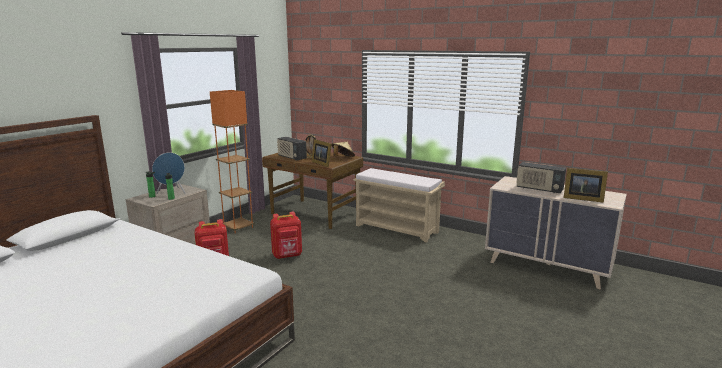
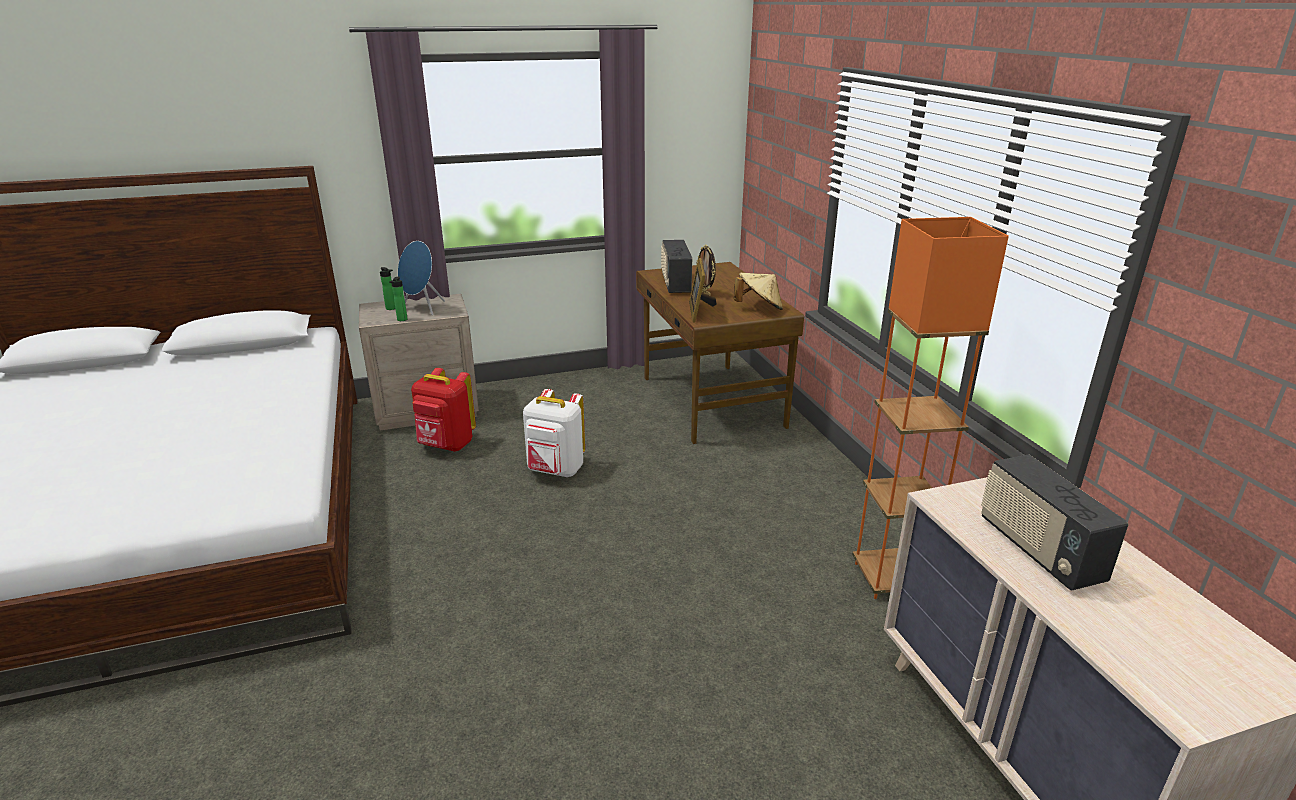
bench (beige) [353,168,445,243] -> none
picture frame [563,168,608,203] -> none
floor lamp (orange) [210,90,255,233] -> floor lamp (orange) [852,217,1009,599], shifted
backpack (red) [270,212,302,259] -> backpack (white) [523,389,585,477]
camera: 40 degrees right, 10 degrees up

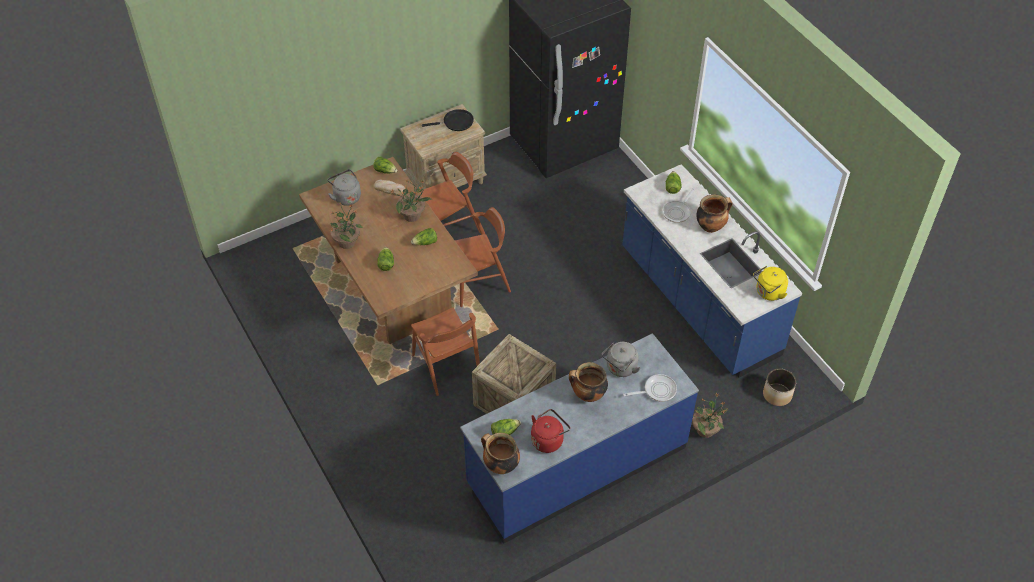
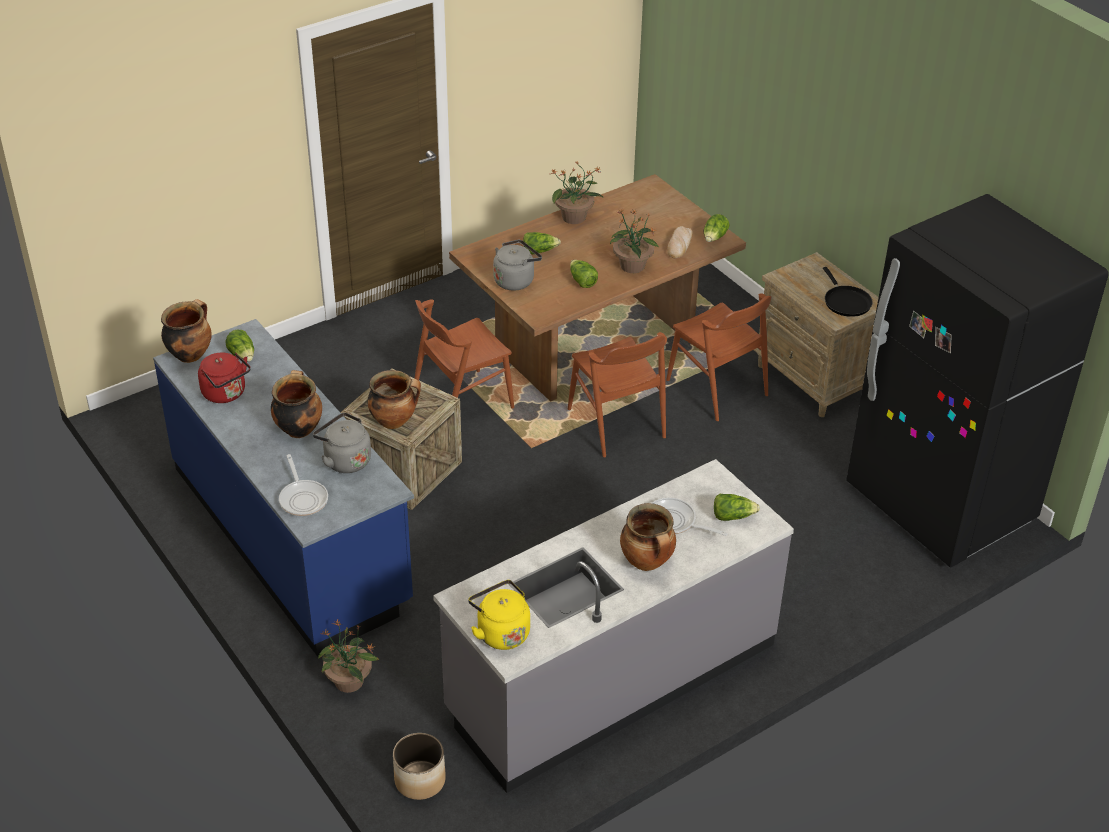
none -> cooking pot [367,370,421,429]
kettle (grey) [327,169,361,206] -> kettle (grey) [493,240,542,291], shifted
counter (blue) [622,164,802,378] -> counter (grey) [433,459,794,793]
camera: 85 degrees right, 10 degrees down

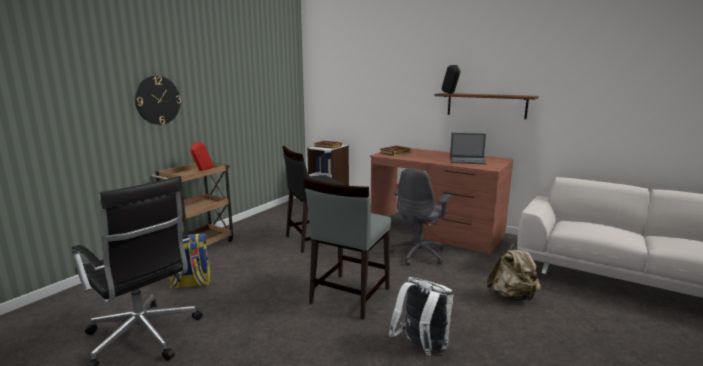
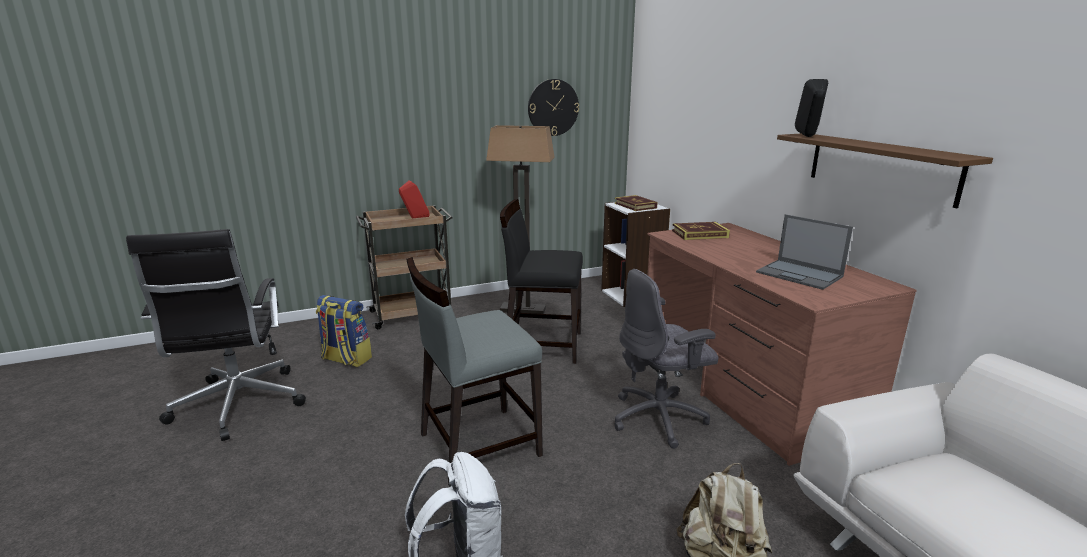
none -> floor lamp [486,125,555,314]
wall clock [135,76,181,125] -> wall clock [528,79,579,136], shifted
camera: 35 degrees right, 5 degrees up

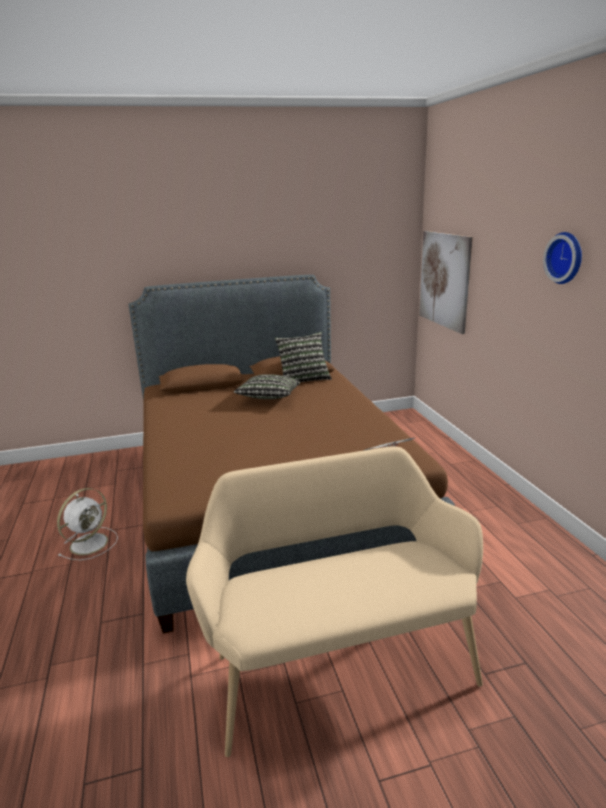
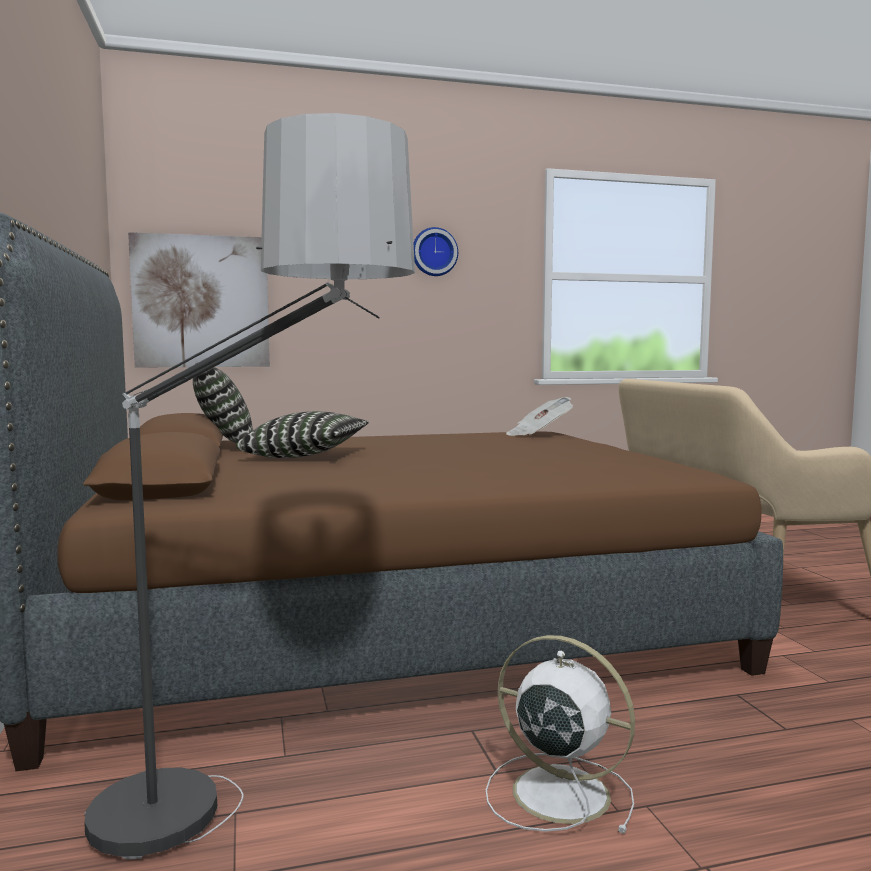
none -> floor lamp [84,113,415,859]
camera: 90 degrees left, 15 degrees down

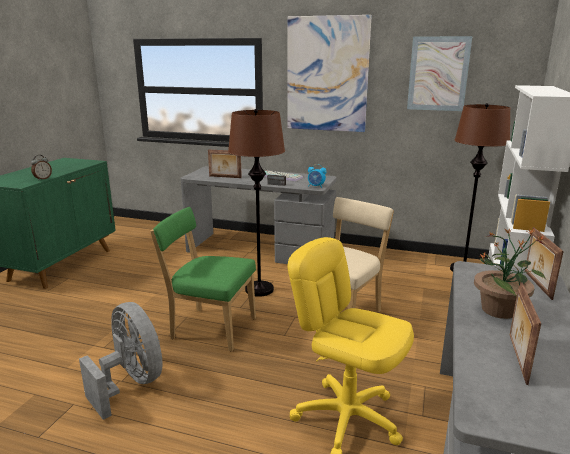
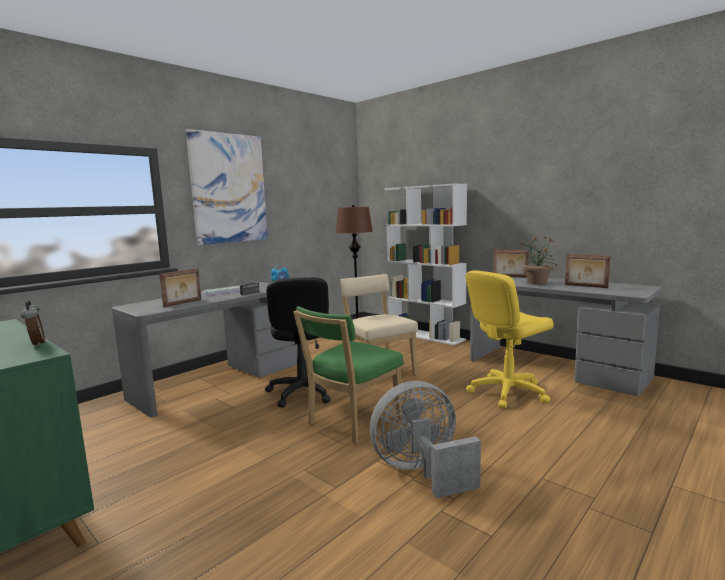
picture [407,36,472,111] -> none
floor lamp (brown) [228,109,285,297] -> office chair (black) [265,277,331,408]
camera: 65 degrees left, 10 degrees down

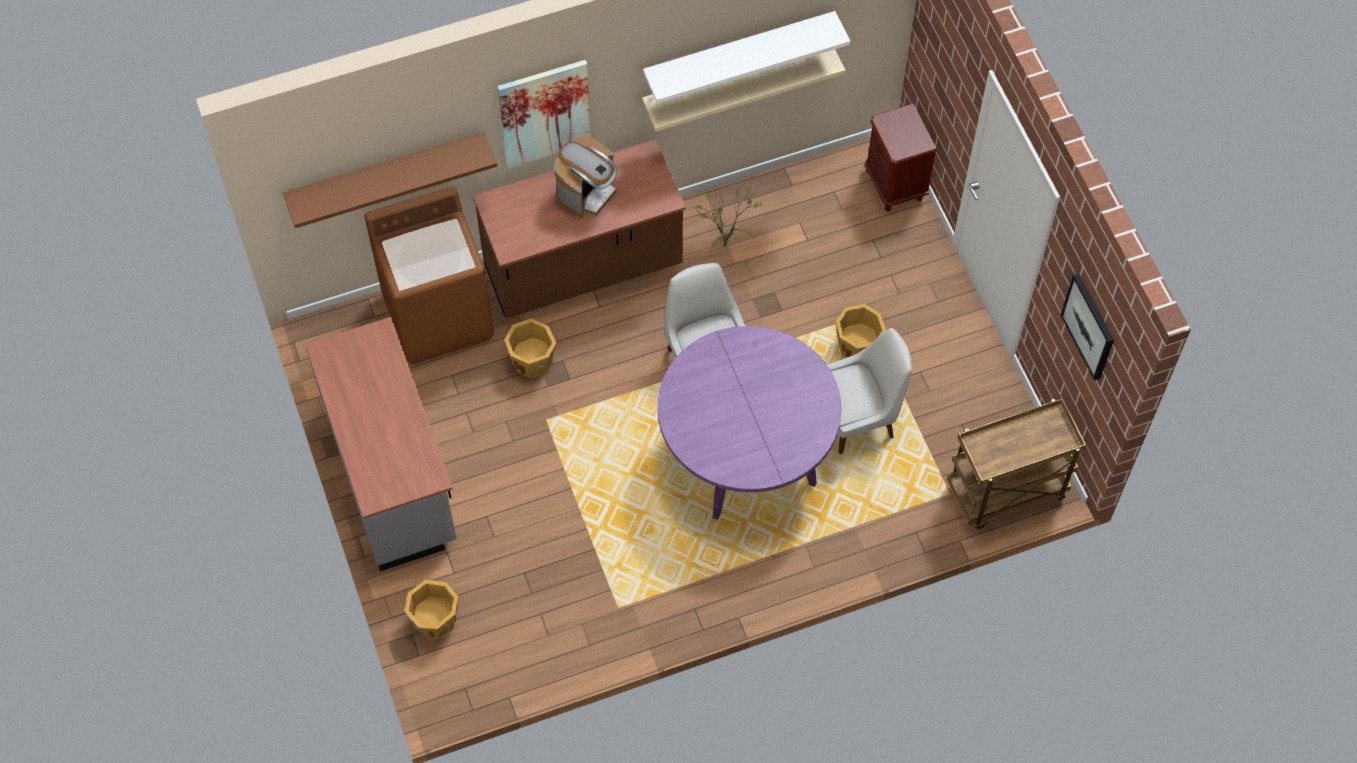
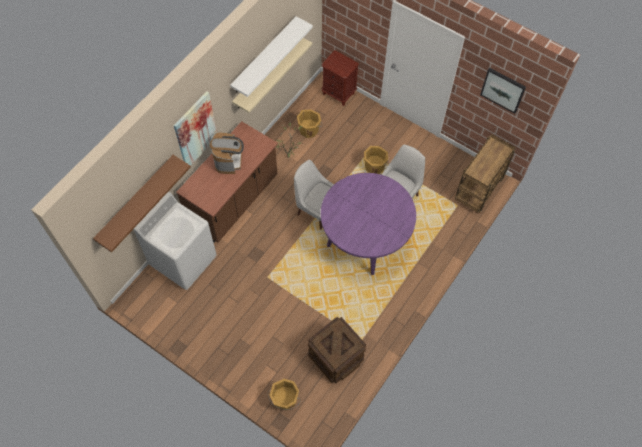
counter (grey) [305,317,457,571] -> none
none -> crate [308,317,366,383]
bucket (orange) [504,318,556,379] -> bucket (orange) [297,109,322,138], shifted
washing machine (brown) [364,186,494,365] -> washing machine (white) [133,192,217,290]
camera: 35 degrees left, 0 degrees up

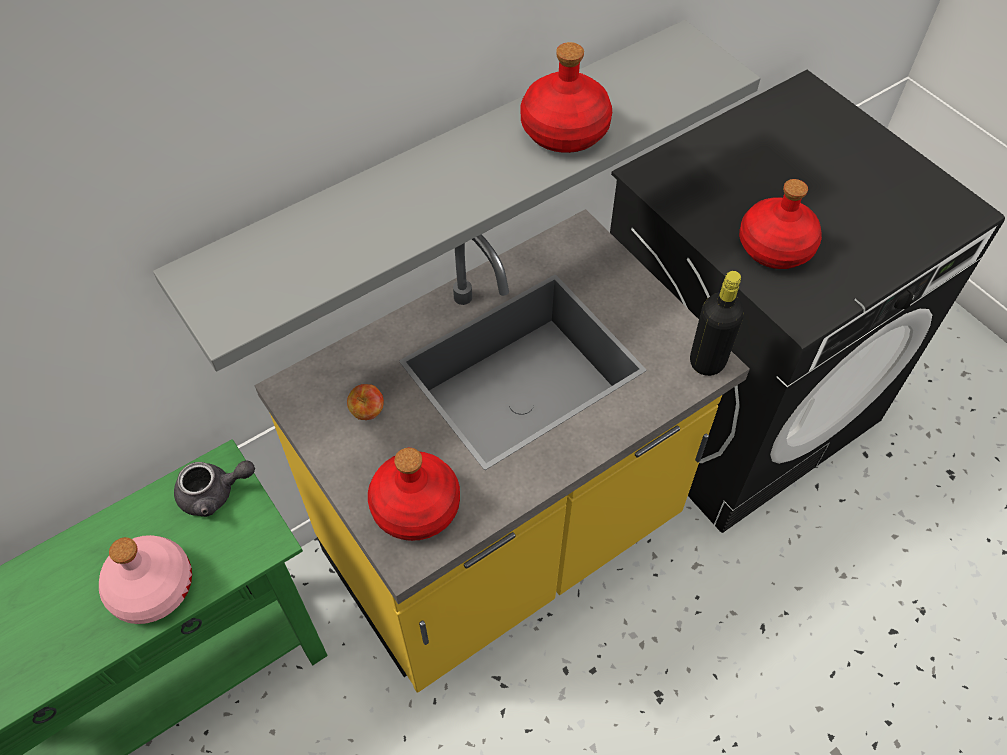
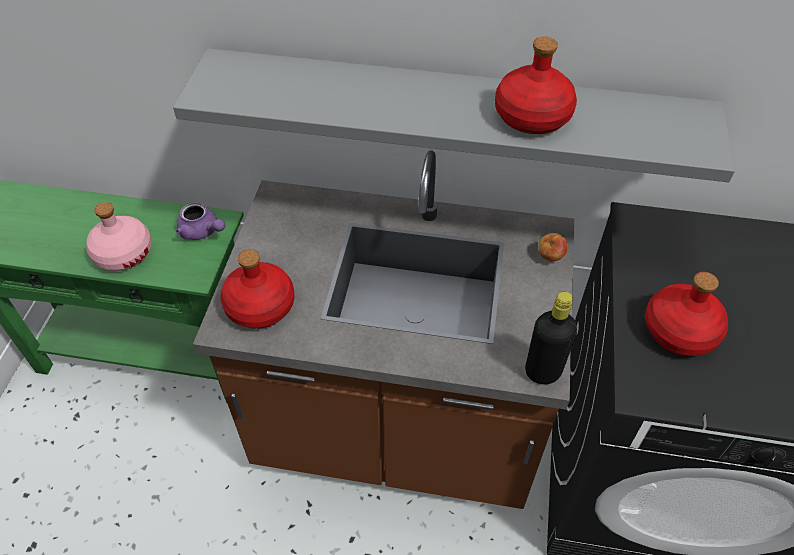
apple [347,384,384,420] -> apple [538,233,567,261], shifted
teapot (grey) [174,460,255,517] -> teapot (purple) [175,202,226,240]
counter (yellow) [254,209,750,693] -> counter (brown) [193,150,575,509]
camera: 45 degrees right, 5 degrees down

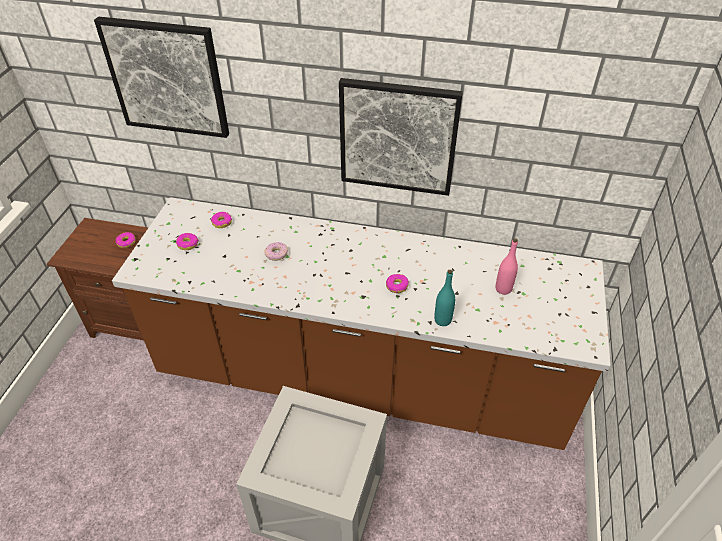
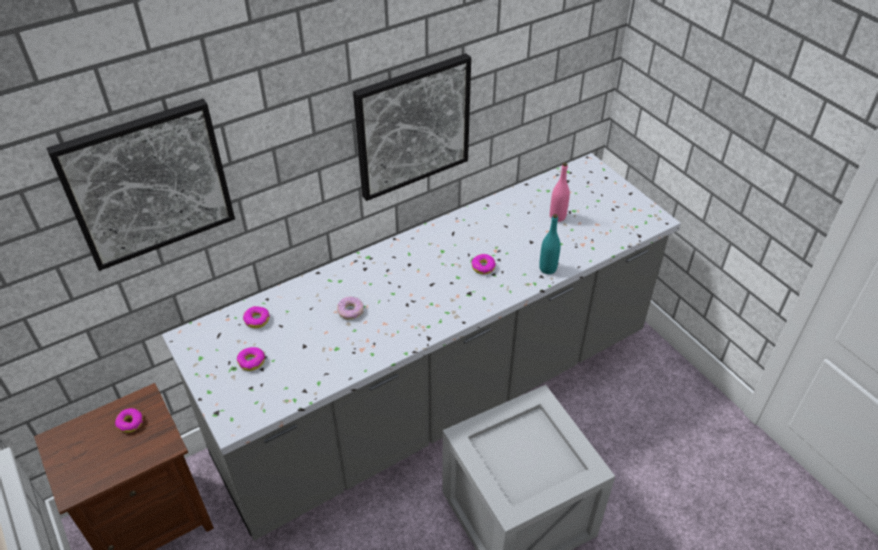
counter (brown) [112,197,611,450] -> counter (grey) [162,153,681,541]
camera: 45 degrees left, 0 degrees up

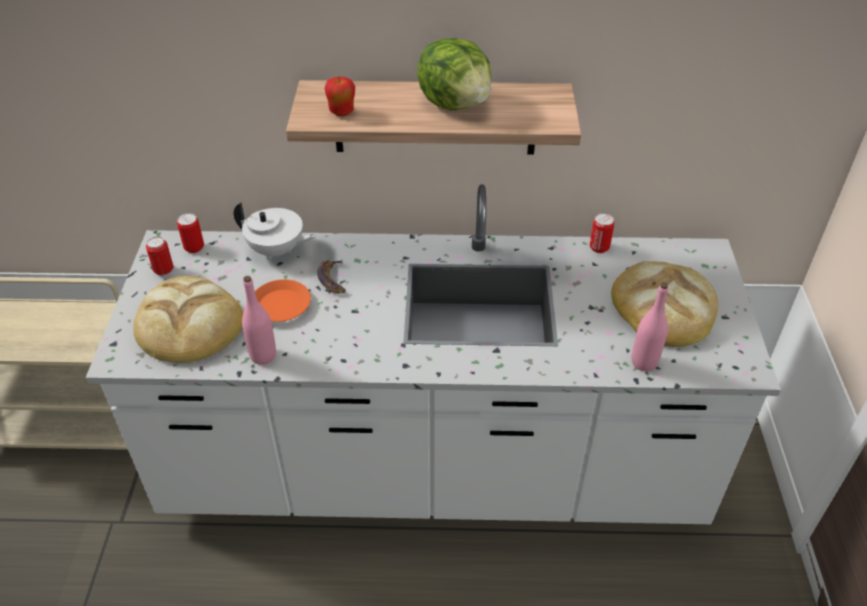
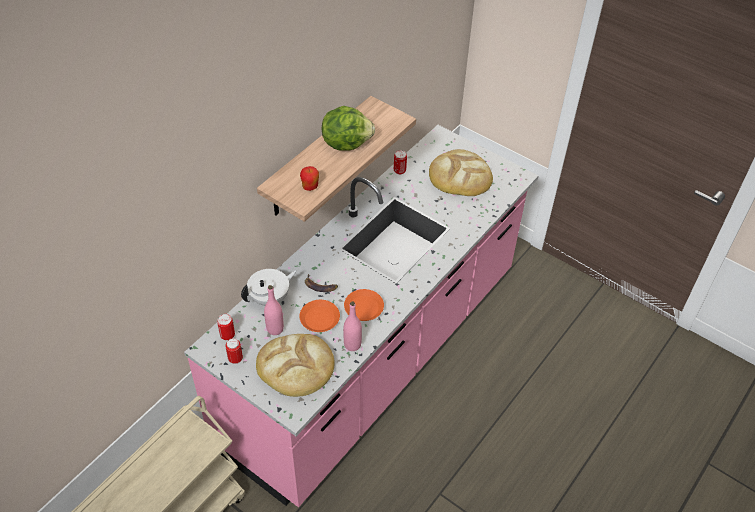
none -> plate (orange) [344,289,384,321]
bottle (pink) [631,282,669,371] -> bottle (pink) [264,285,284,335], shifted
counter (white) [85,184,781,524] -> counter (pink) [184,125,539,507]
camera: 55 degrees left, 5 degrees up

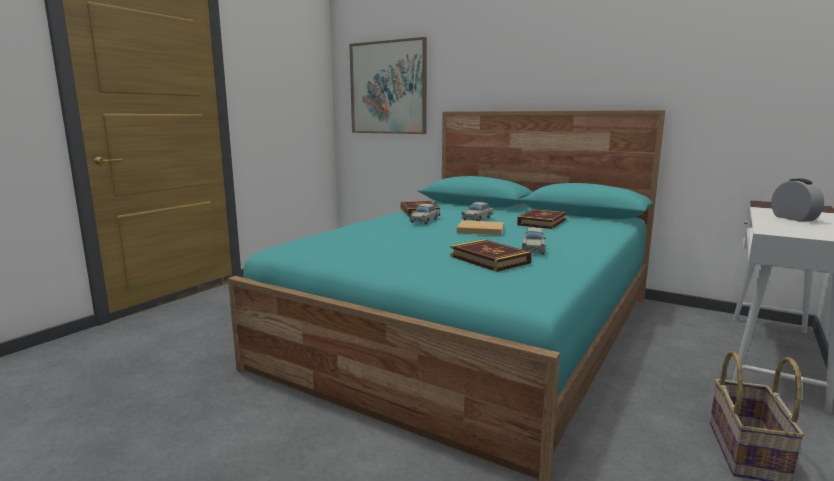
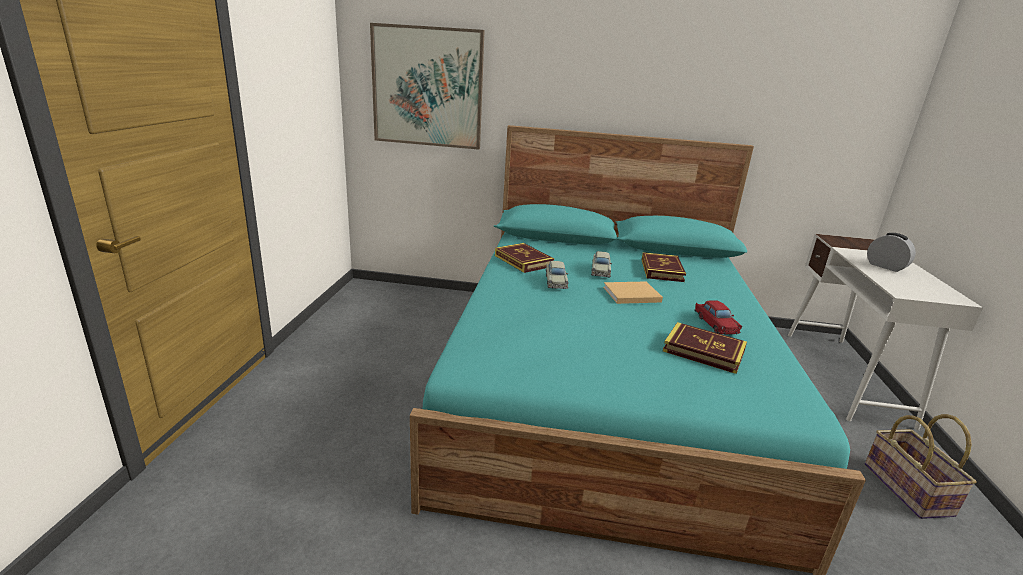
toy car (beige) [522,227,546,254] -> toy car (red) [694,300,742,335]
camera: 25 degrees left, 10 degrees up

